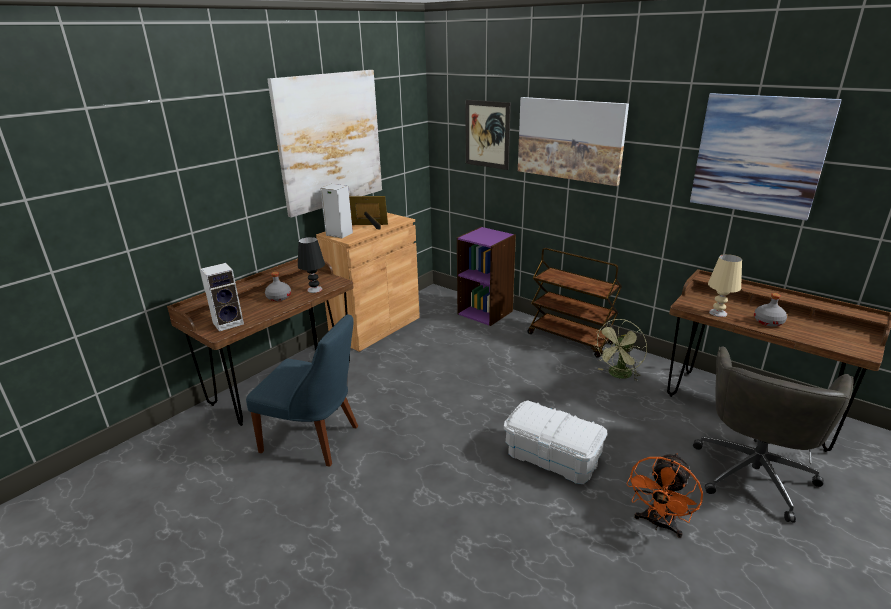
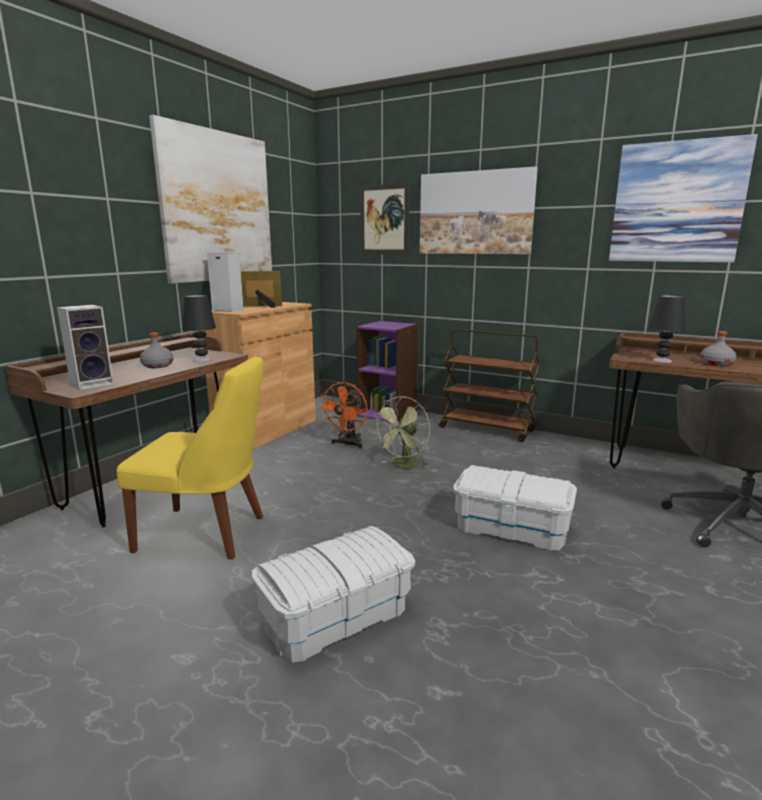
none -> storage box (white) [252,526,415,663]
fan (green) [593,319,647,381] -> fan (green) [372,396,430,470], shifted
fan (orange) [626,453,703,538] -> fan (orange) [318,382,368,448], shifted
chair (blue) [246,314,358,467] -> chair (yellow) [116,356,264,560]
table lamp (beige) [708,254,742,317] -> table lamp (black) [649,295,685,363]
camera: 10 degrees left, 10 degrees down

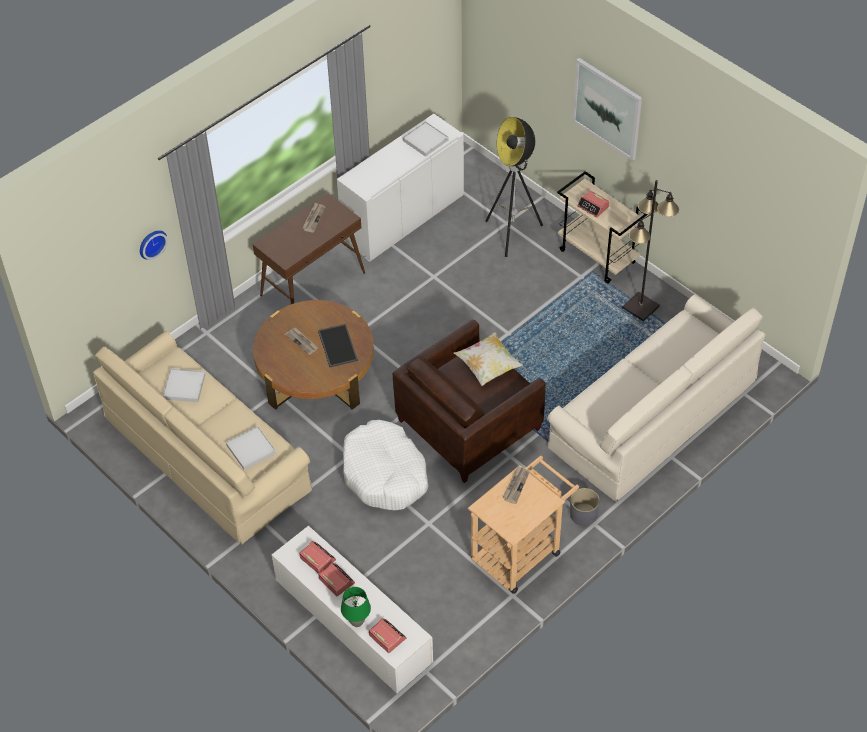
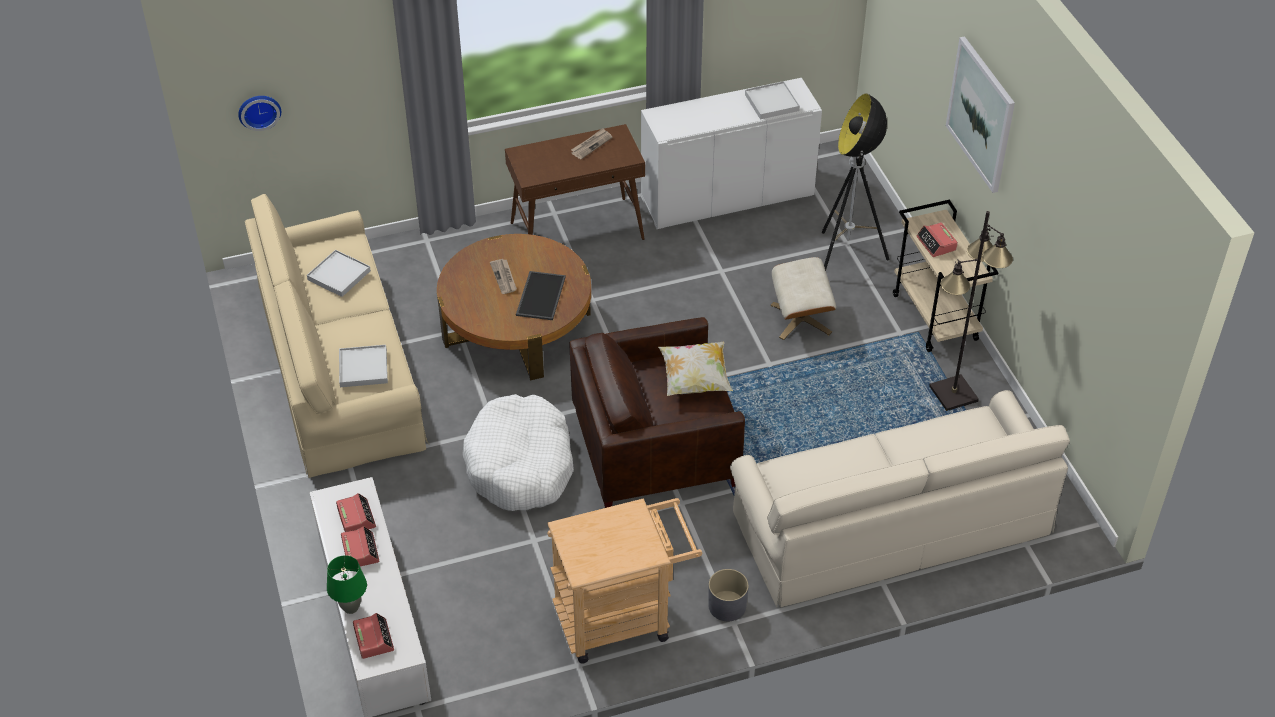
newspaper [503,466,529,504] -> none
none -> ottoman (beige) [771,257,836,340]
wall clock [140,231,168,260] -> wall clock [238,96,281,131], shifted
camera: 25 degrees right, 5 degrees down

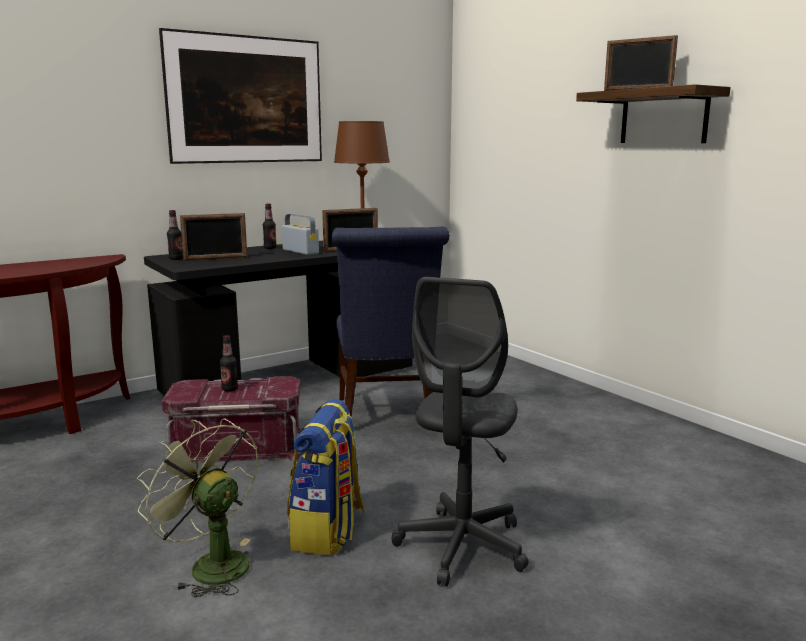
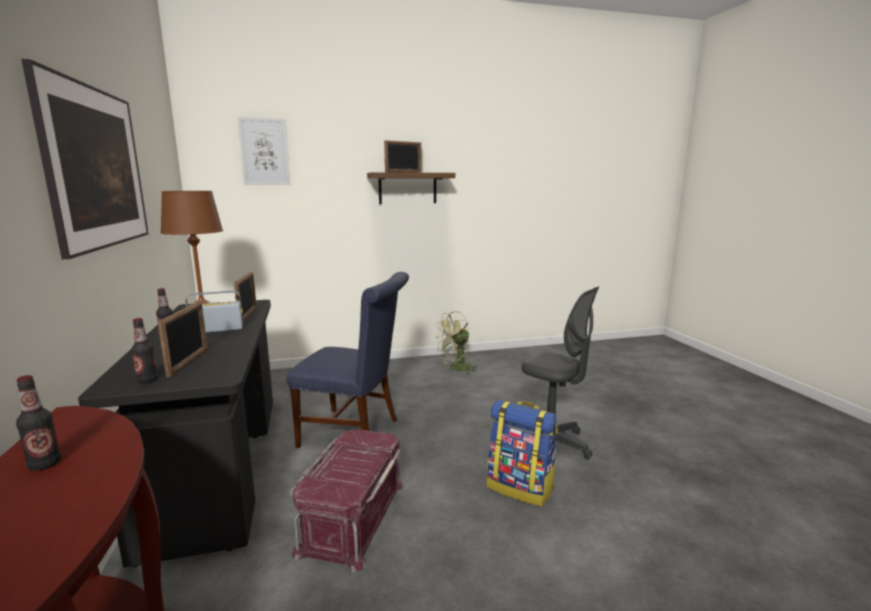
none -> picture [237,117,290,185]
fan (green) [137,419,258,597] -> fan (green) [435,311,479,375], shifted
bottle [220,335,238,392] -> bottle [16,375,61,471], shifted
camera: 70 degrees left, 0 degrees up

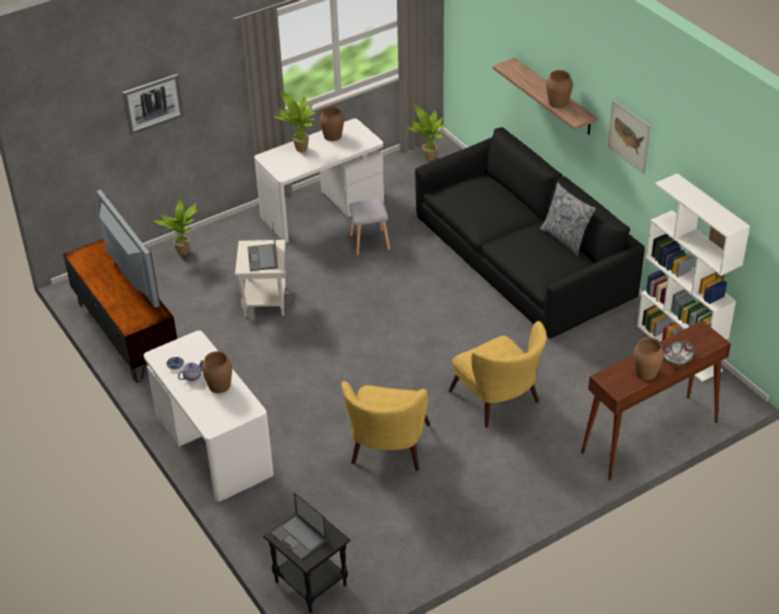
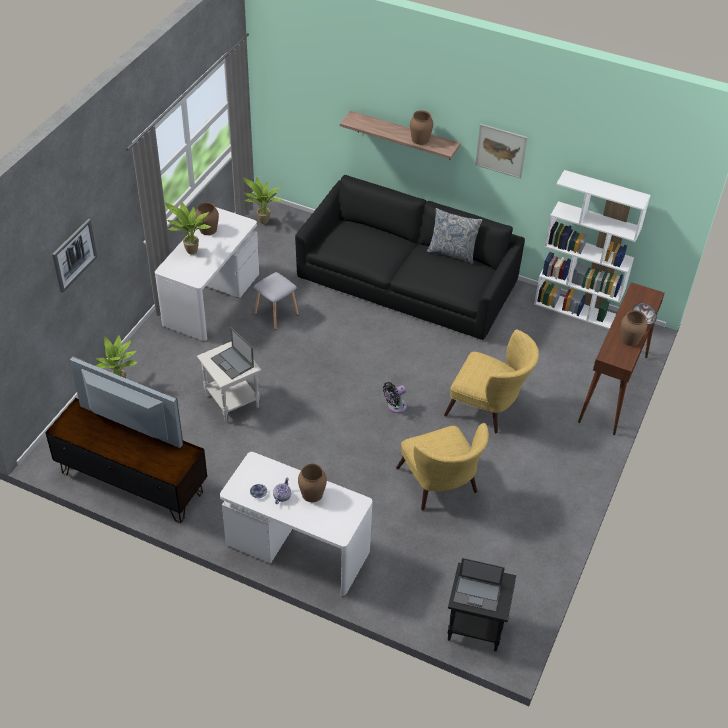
none -> fan (black) [383,382,407,413]
camera: 35 degrees left, 5 degrees up

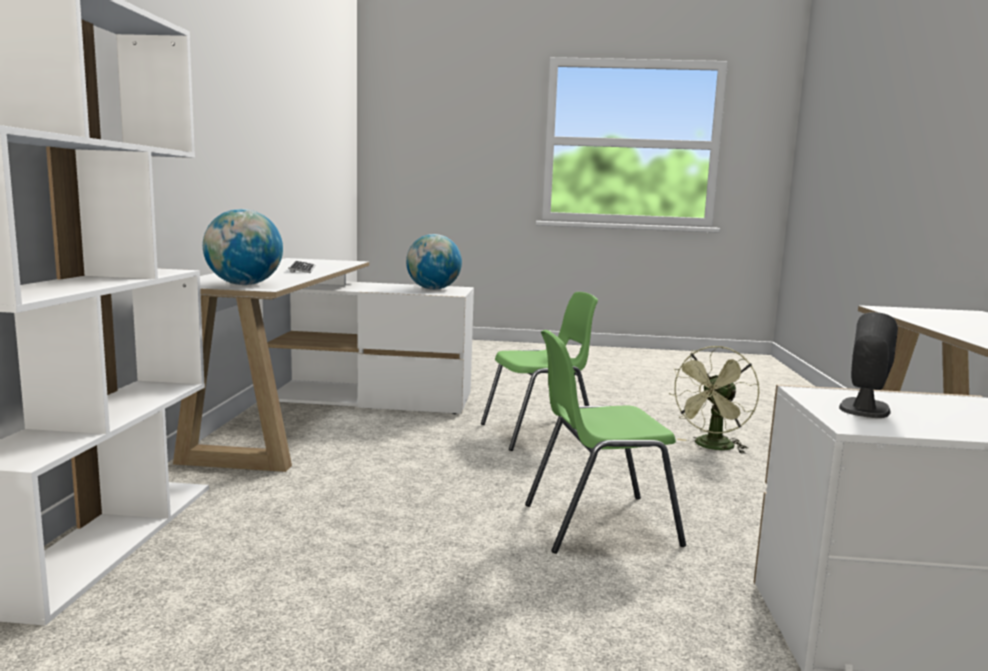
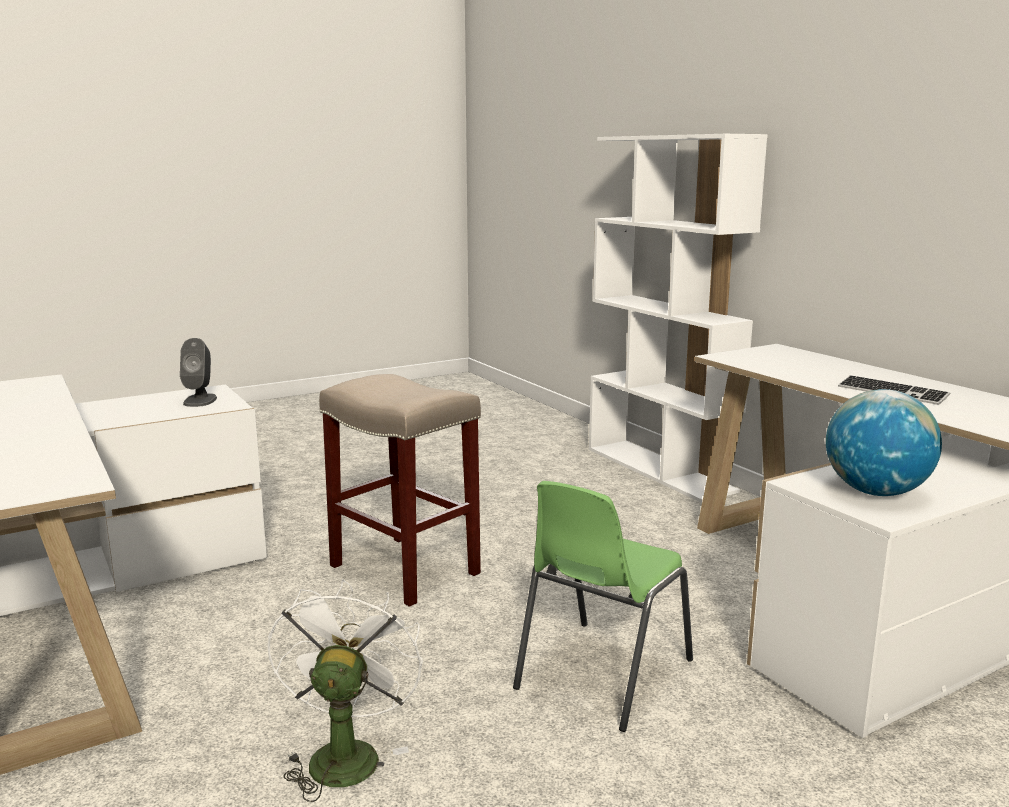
globe [203,209,283,285] -> none
chair (green) [525,330,686,554] -> stool (beige) [319,374,481,607]
fan (green) [669,346,759,454] -> fan (white) [268,579,423,802]
camera: 145 degrees right, 5 degrees up

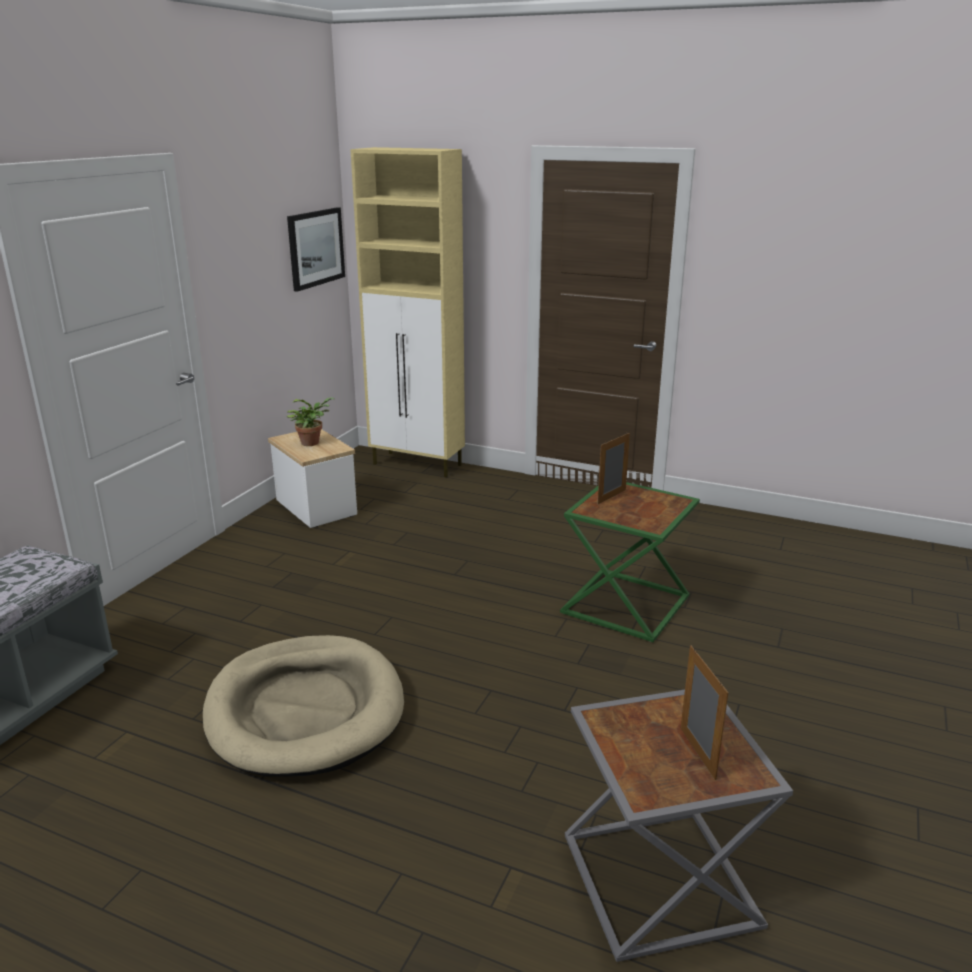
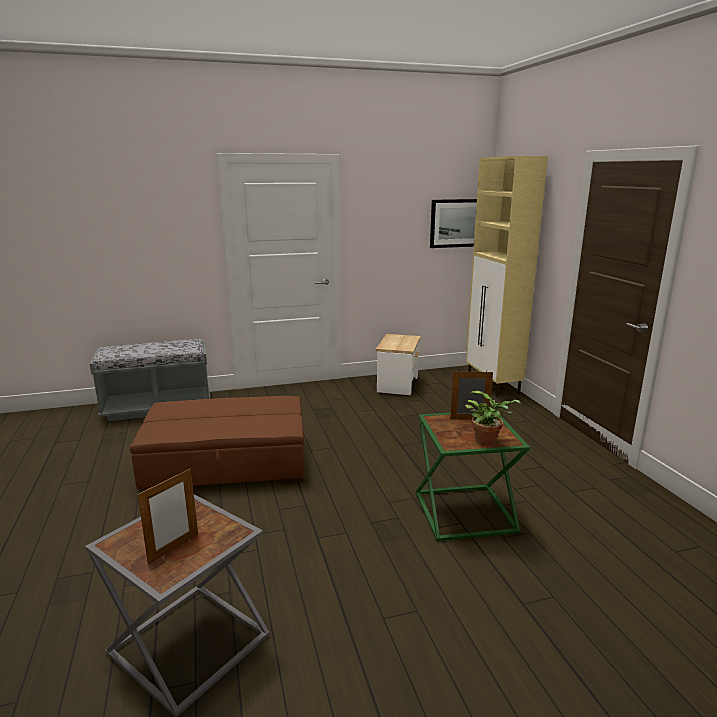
potted plant [287,397,334,446] -> potted plant [465,390,520,446], shifted
dog bed (beige) [203,635,404,777] -> ottoman (brown) [130,396,304,492]
camera: 50 degrees right, 5 degrees down

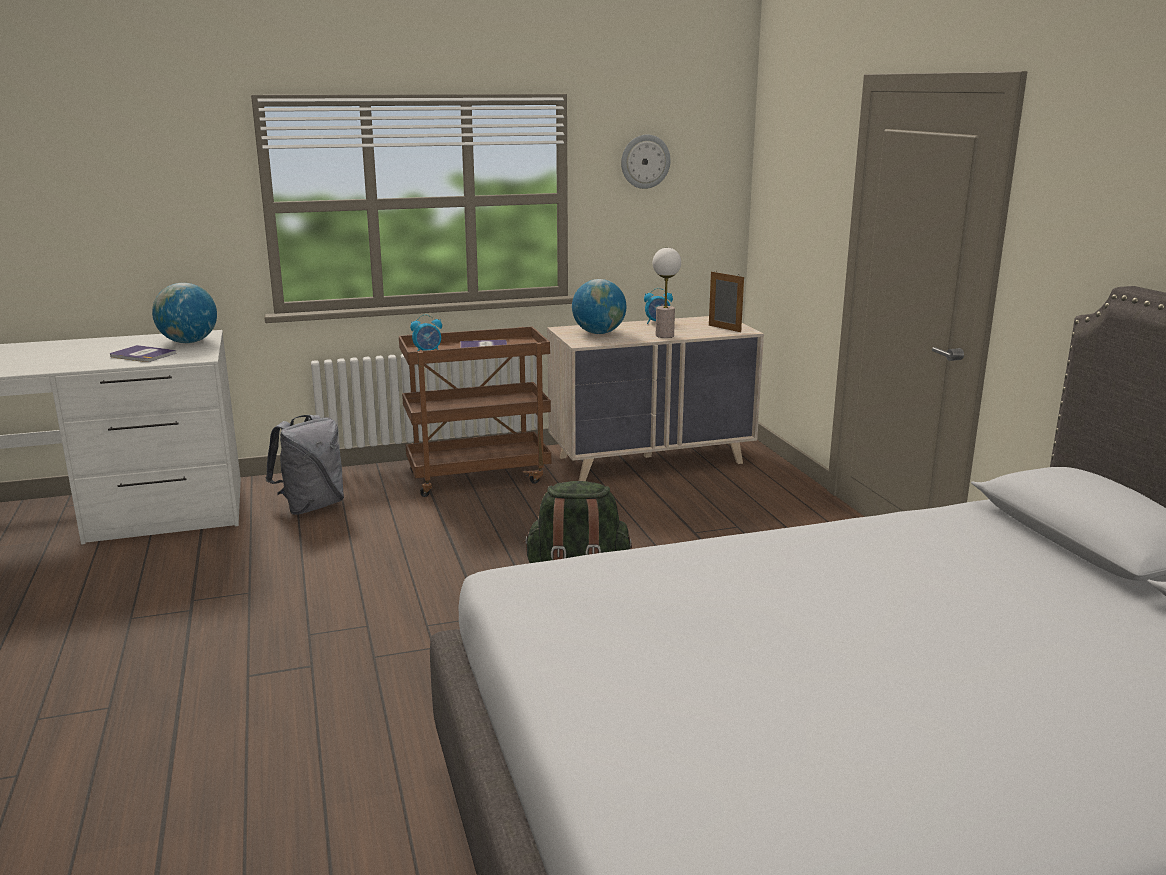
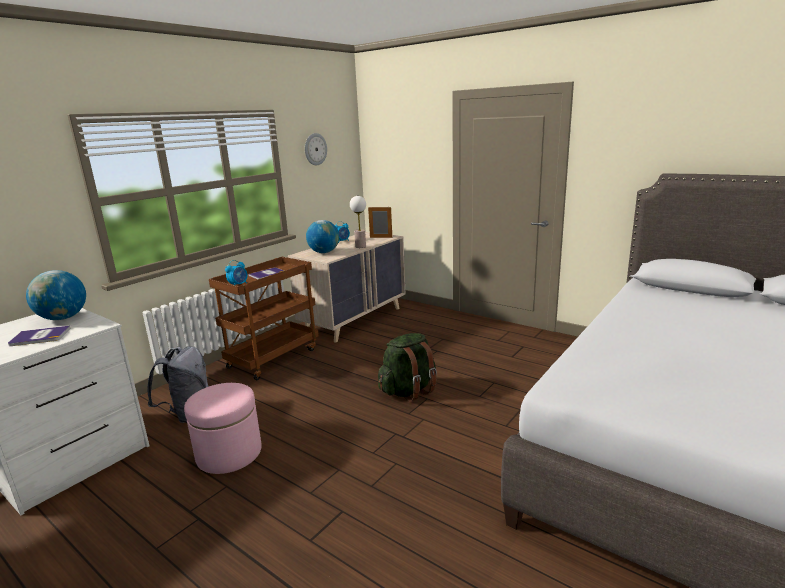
none -> ottoman (pink) [184,383,262,474]
camera: 35 degrees left, 0 degrees up

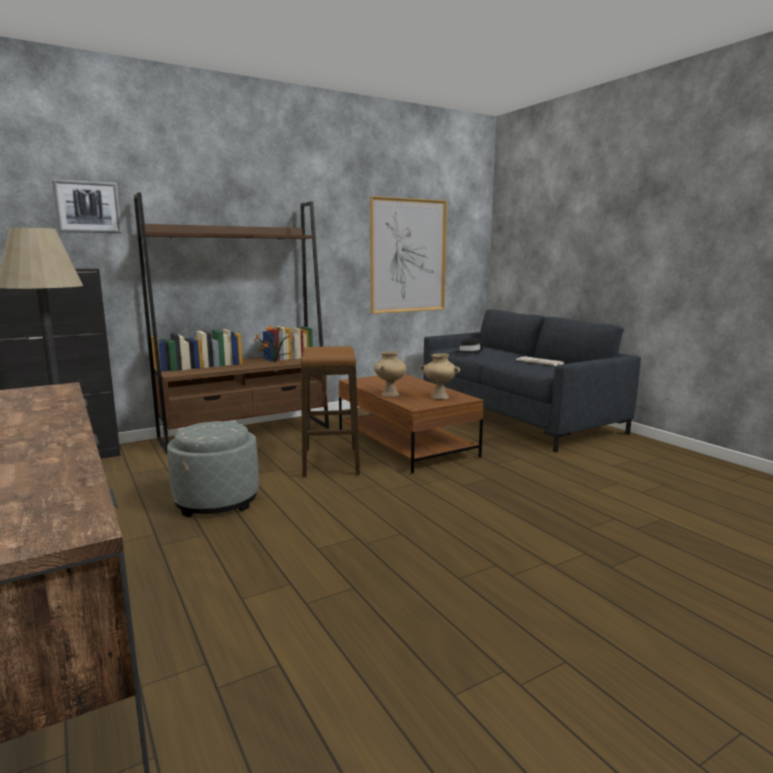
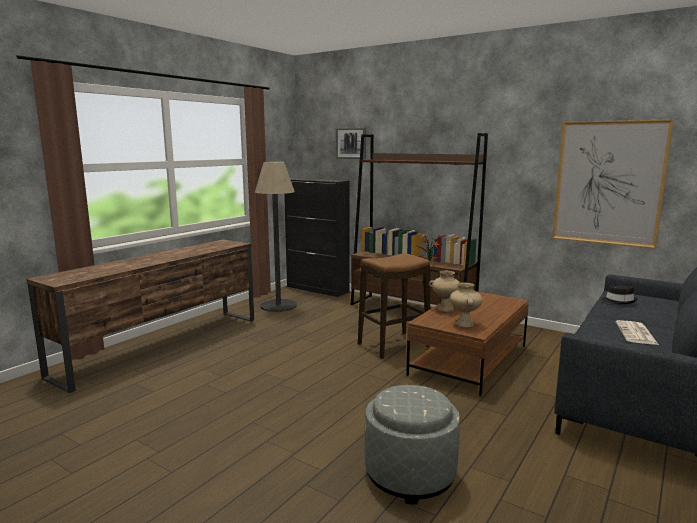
ottoman (grey) [167,421,259,517] -> ottoman (grey) [364,385,460,504], shifted
camera: 65 degrees right, 0 degrees up

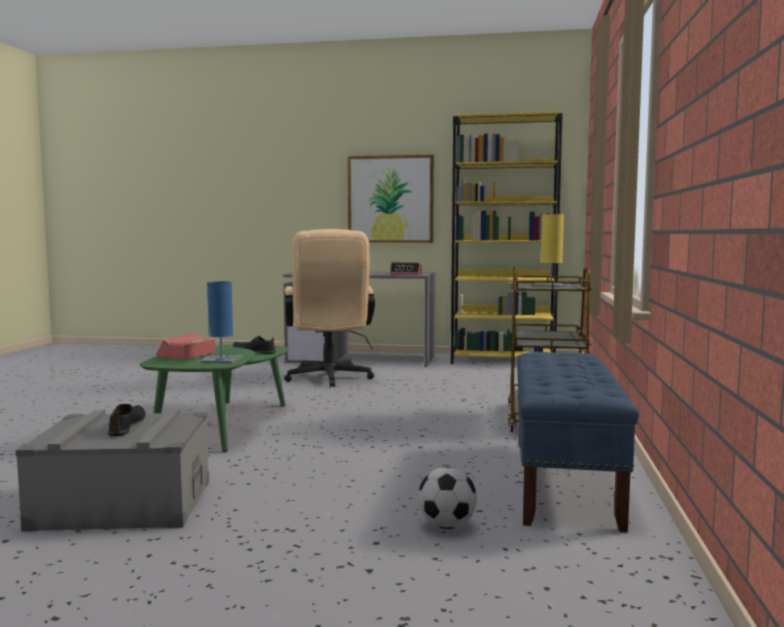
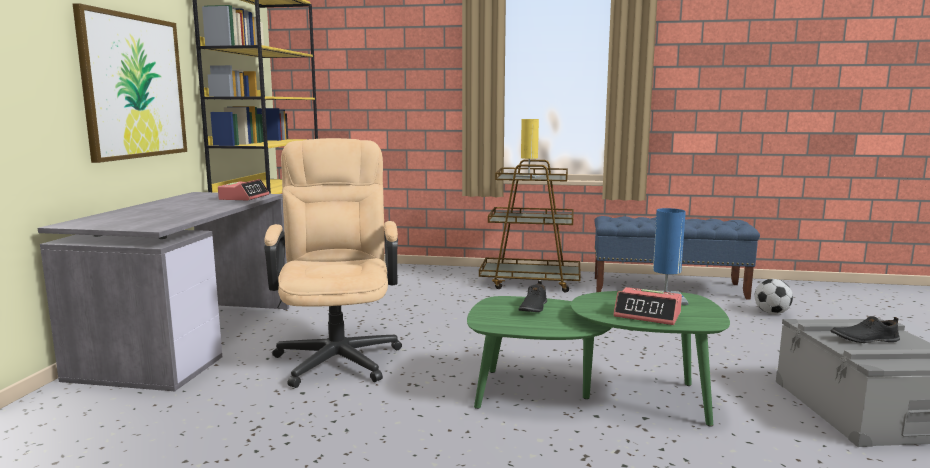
office chair (beige) [284,229,375,387] -> office chair (beige) [264,138,402,388], 90 degrees counterclockwise
camera: 90 degrees left, 5 degrees up

